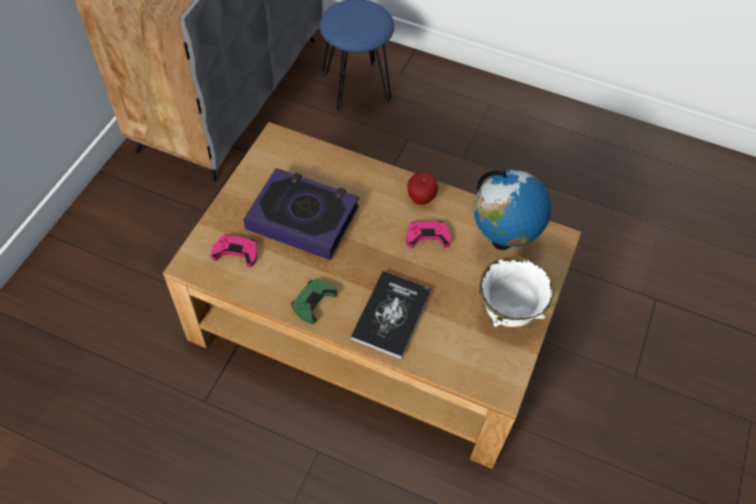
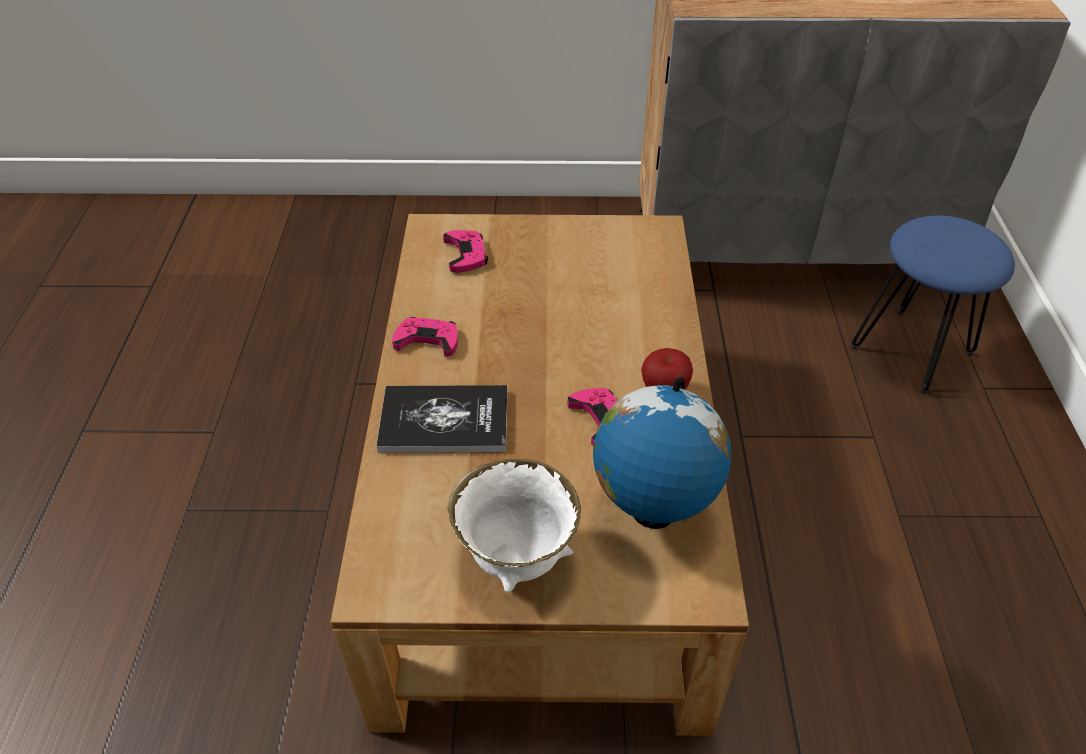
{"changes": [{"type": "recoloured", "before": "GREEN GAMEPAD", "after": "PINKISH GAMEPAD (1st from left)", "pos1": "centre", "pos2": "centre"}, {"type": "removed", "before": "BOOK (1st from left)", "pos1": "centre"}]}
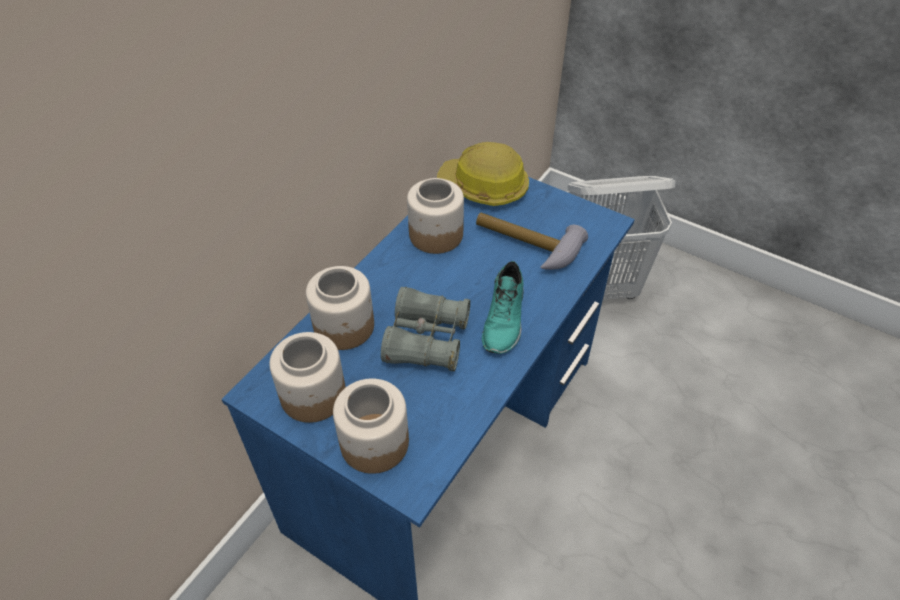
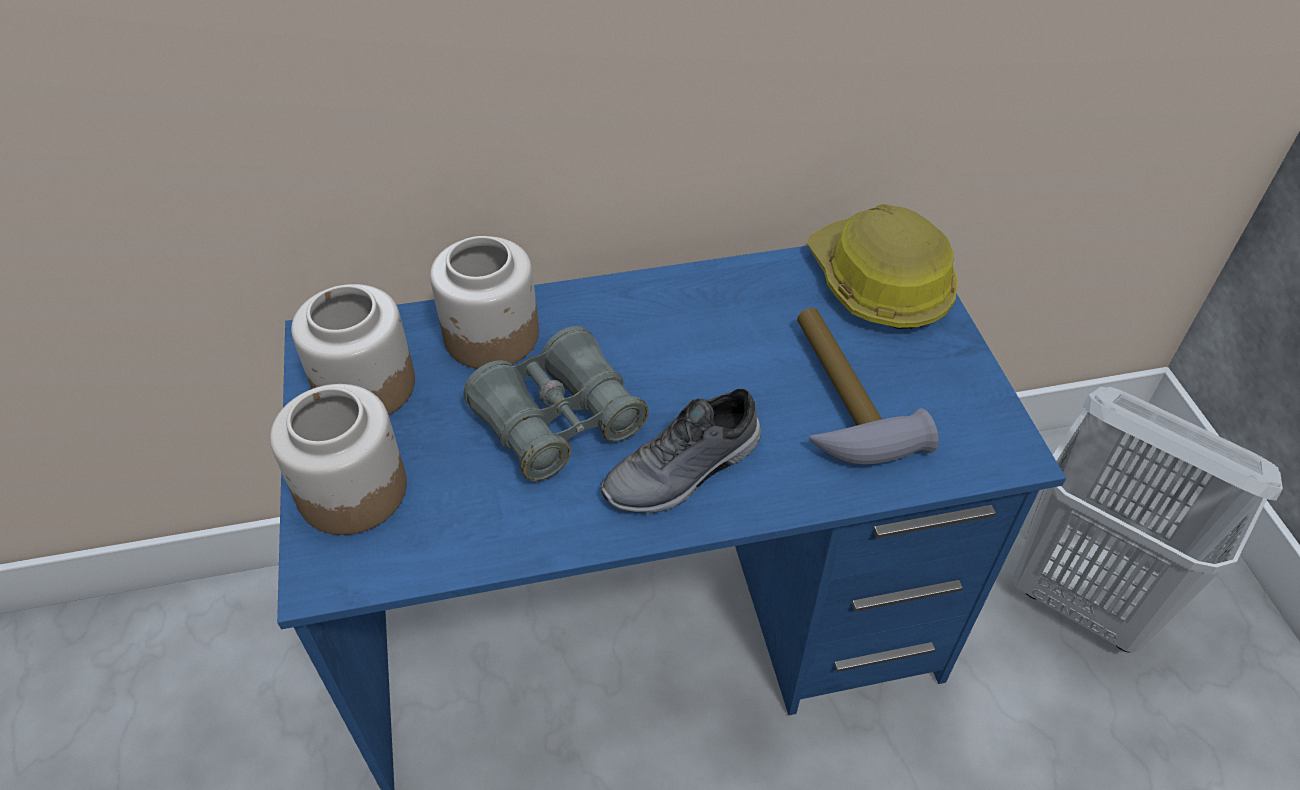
{"changes": [{"type": "recoloured", "before": "TURQUOISE LOW SHOE", "after": "GREY LOW SHOE", "pos1": "centre", "pos2": "centre"}, {"type": "removed", "before": "JAR (4th from left)", "pos1": "centre"}]}
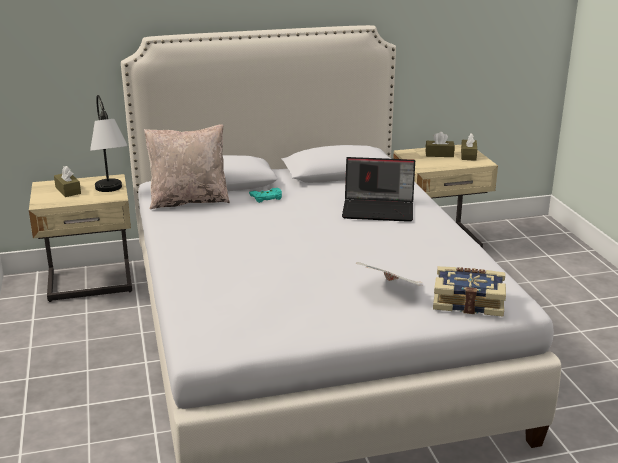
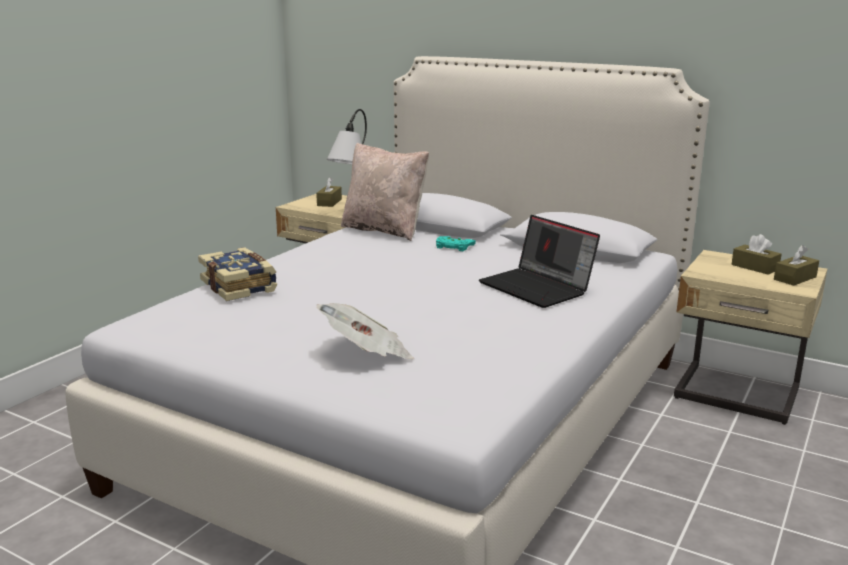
{"changes": [{"type": "moved", "before": "BOOK", "pos1": "middle right", "pos2": "middle left"}]}
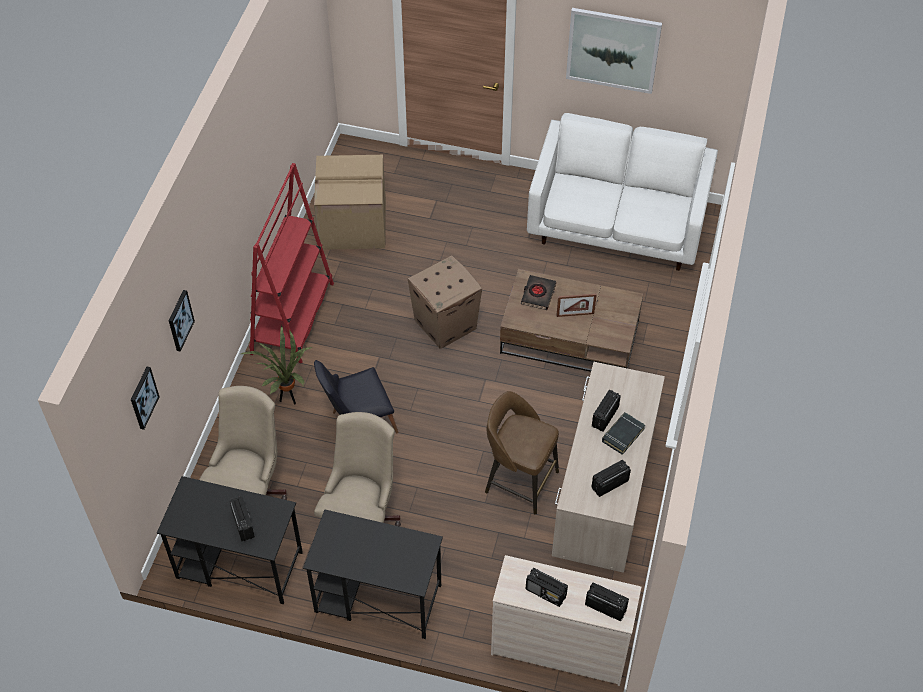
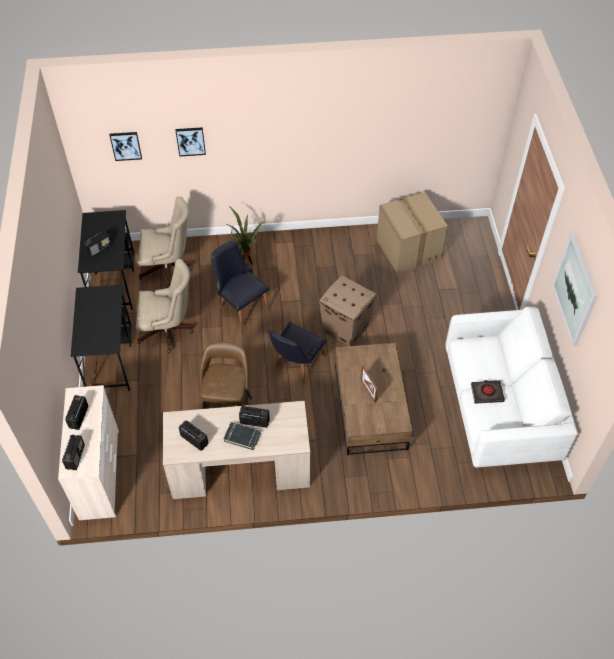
{"changes": [{"type": "added", "after": "BLACK CHAIR (2nd from left)", "pos2": "centre"}, {"type": "moved", "before": "BLACK BOOK (1st from left in the first image)", "after": "BLACK BOOK (2nd from left)", "pos1": "centre", "pos2": "middle right"}, {"type": "removed", "before": "RED-COLOURED BOOKSHELF", "pos1": "middle left"}]}
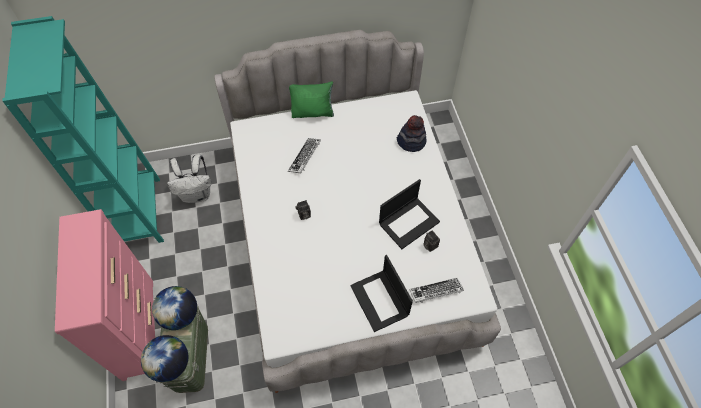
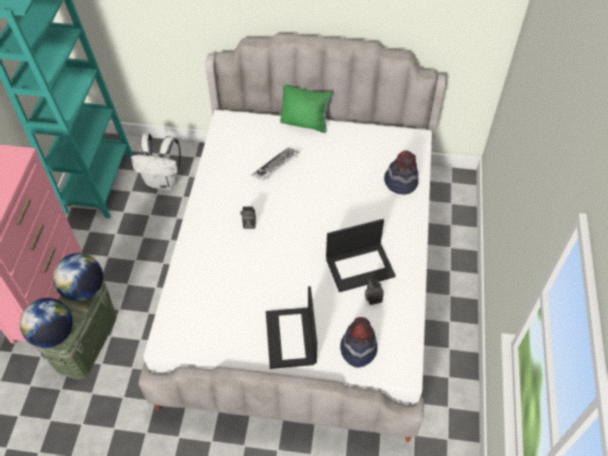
{"changes": [{"type": "replaced", "before": "KEYBOARD (2nd from left)", "after": "WEARABLE HAT (1st from left)", "pos1": "bottom centre", "pos2": "bottom centre"}]}
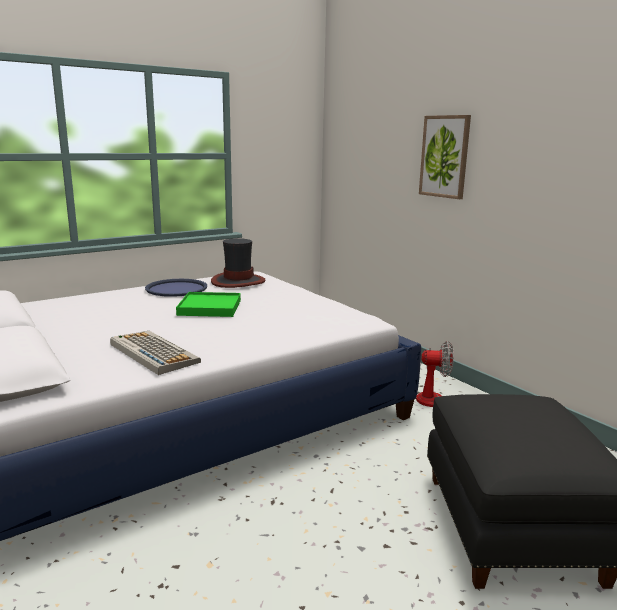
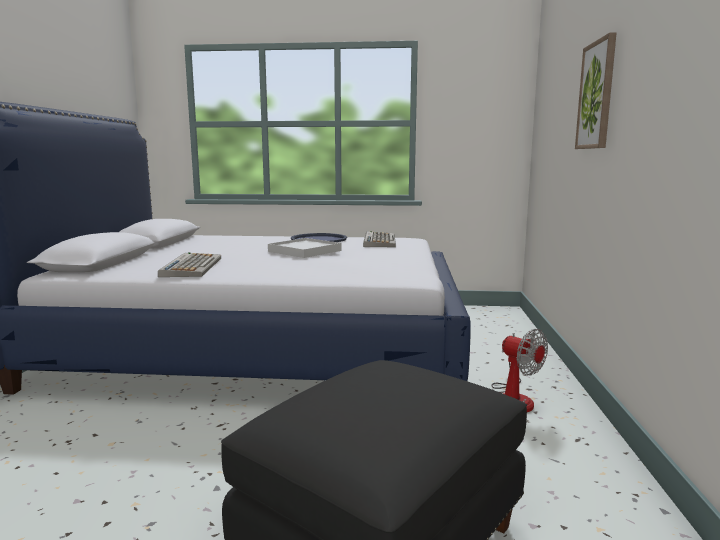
{"changes": [{"type": "recoloured", "before": "GREEN SERVING TRAY", "after": "WHITE-COLOURED SERVING TRAY", "pos1": "centre", "pos2": "centre"}, {"type": "replaced", "before": "WEARABLE HAT", "after": "KEYBOARD (2nd from left)", "pos1": "centre", "pos2": "centre"}]}
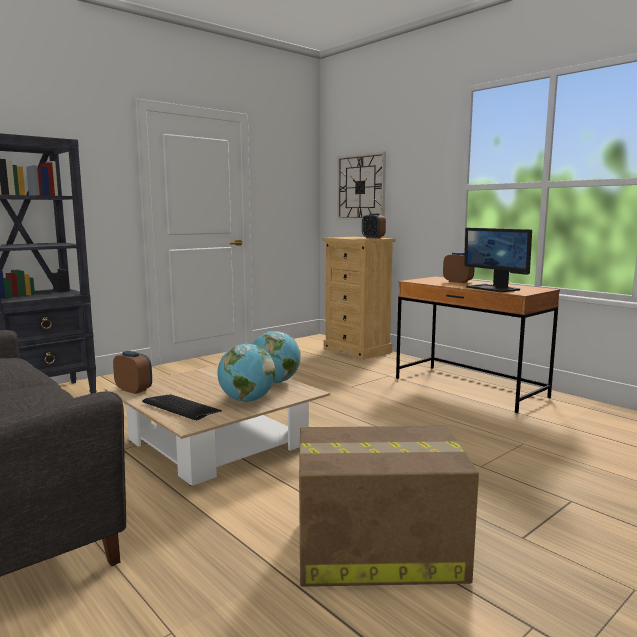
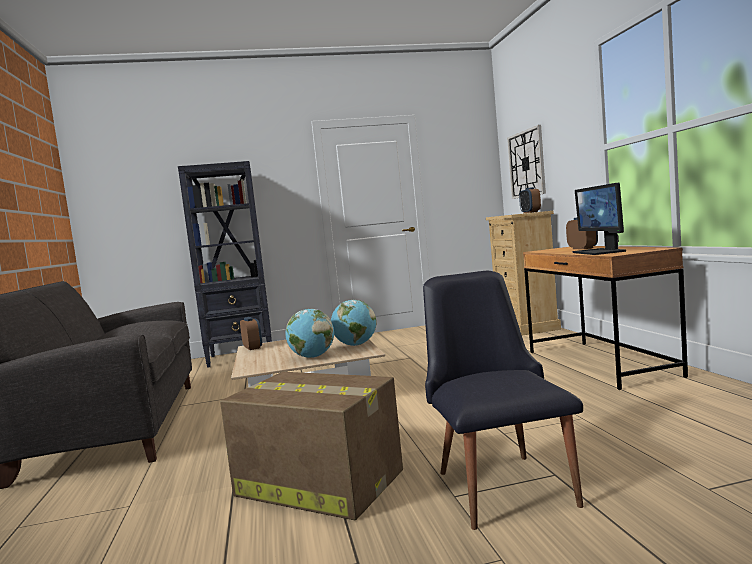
{"changes": [{"type": "added", "after": "BLACK CHAIR", "pos2": "bottom right"}, {"type": "removed", "before": "KEYBOARD", "pos1": "middle left"}]}
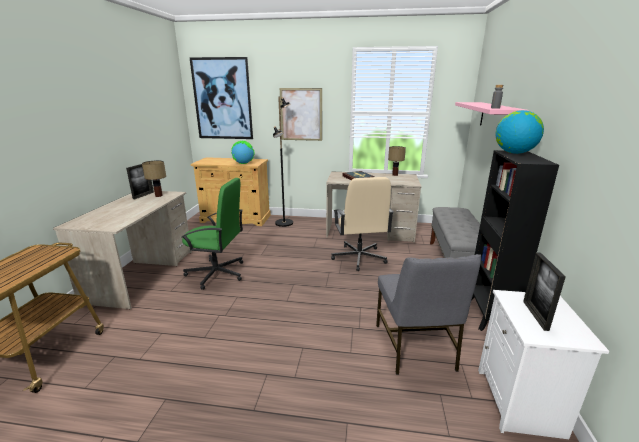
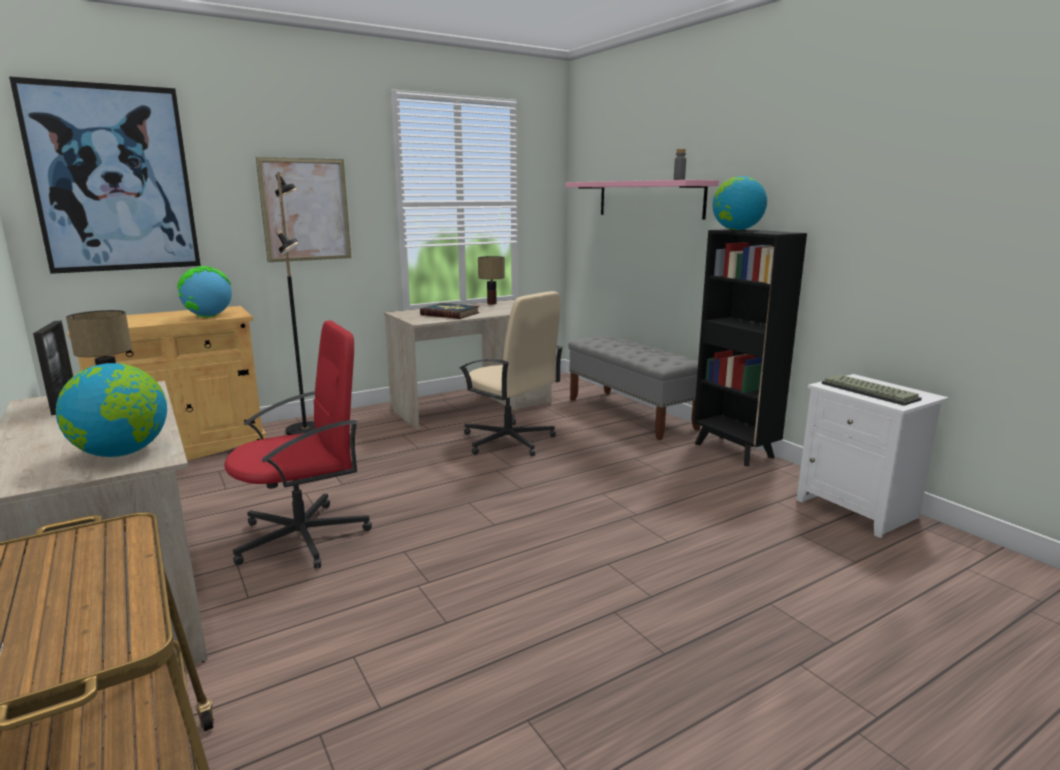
{"changes": [{"type": "added", "after": "GLOBE (1st from left)", "pos2": "middle left"}, {"type": "recoloured", "before": "GREEN DESK CHAIR", "after": "RED-COLOURED DESK CHAIR", "pos1": "middle left", "pos2": "middle left"}, {"type": "replaced", "before": "PICTURE FRAME (2nd from left)", "after": "KEYBOARD", "pos1": "middle right", "pos2": "middle right"}, {"type": "removed", "before": "GREY CHAIR", "pos1": "bottom right"}]}
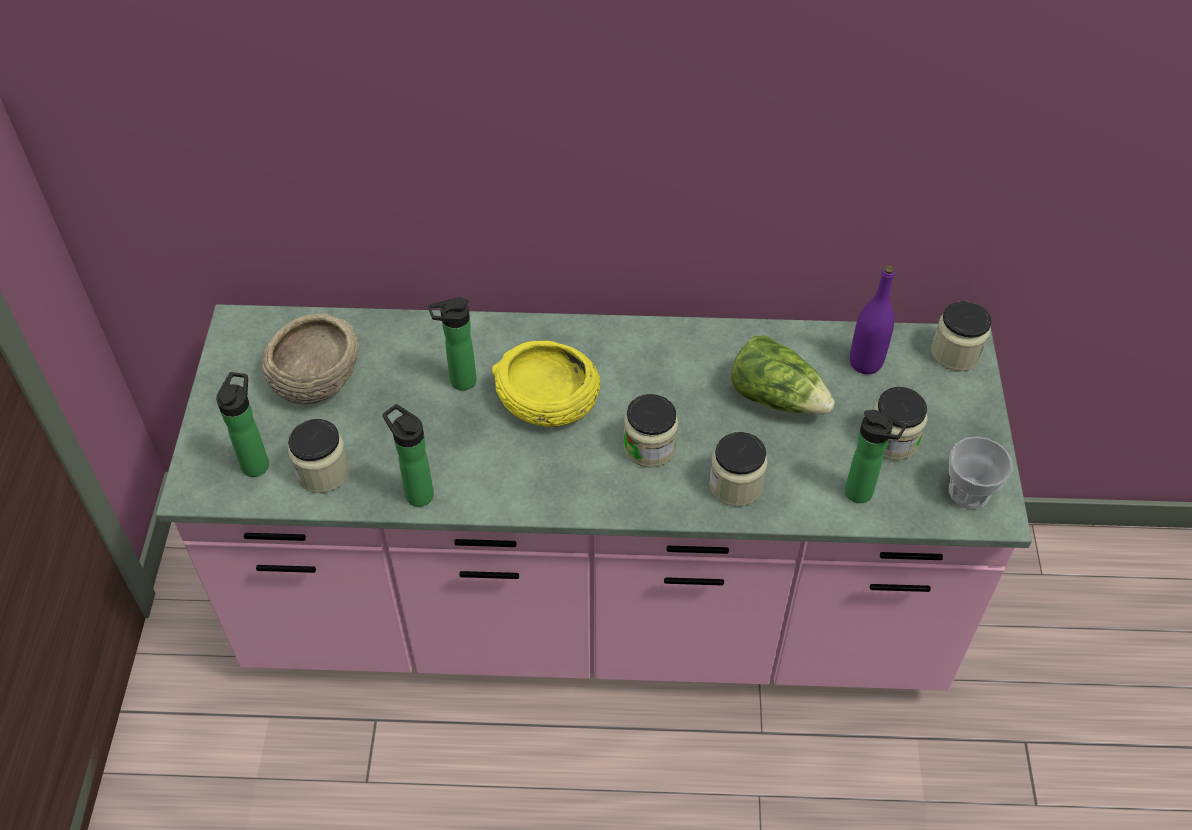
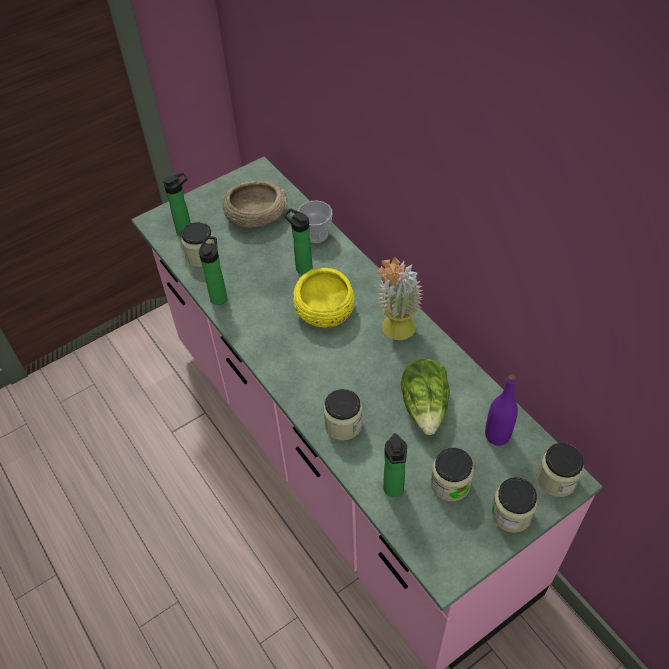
{"changes": [{"type": "moved", "before": "SMALL CUP", "pos1": "middle right", "pos2": "top centre"}, {"type": "added", "after": "HOUSEPLANT", "pos2": "centre"}, {"type": "moved", "before": "JAR (2nd from left in the first image)", "after": "JAR (4th from left)", "pos1": "centre", "pos2": "bottom right"}]}
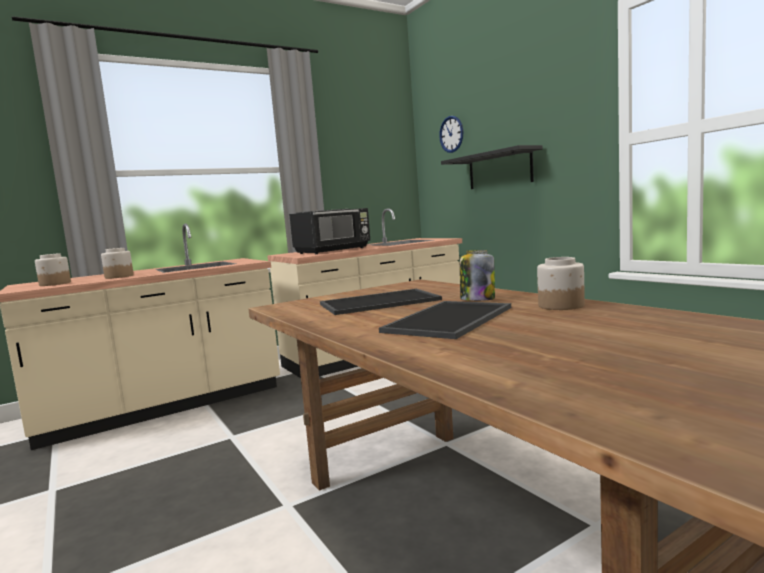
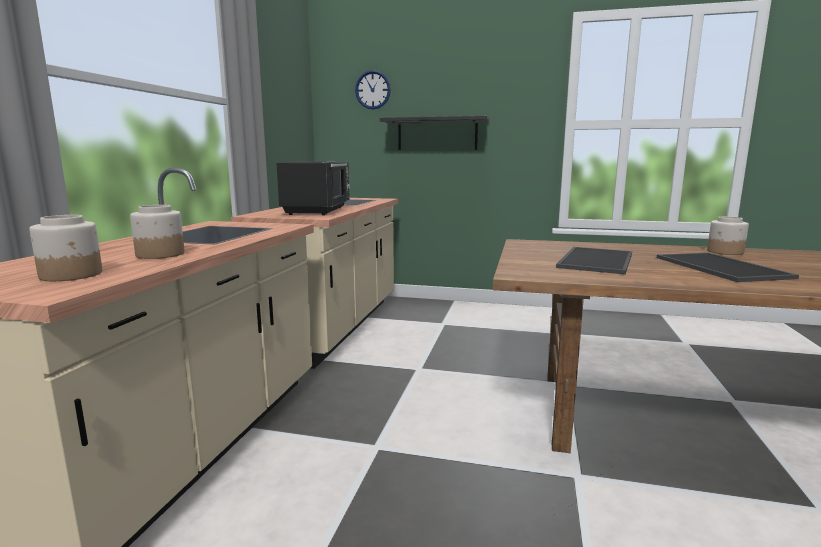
{"changes": [{"type": "removed", "before": "JAR (3rd from left)", "pos1": "centre"}]}
